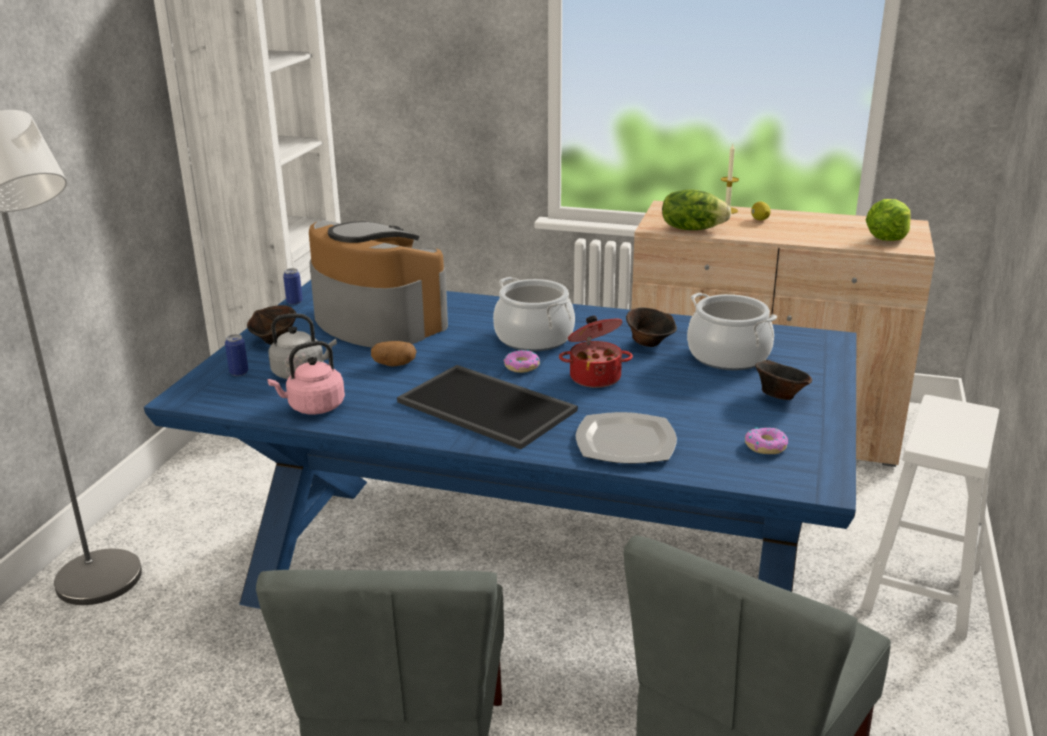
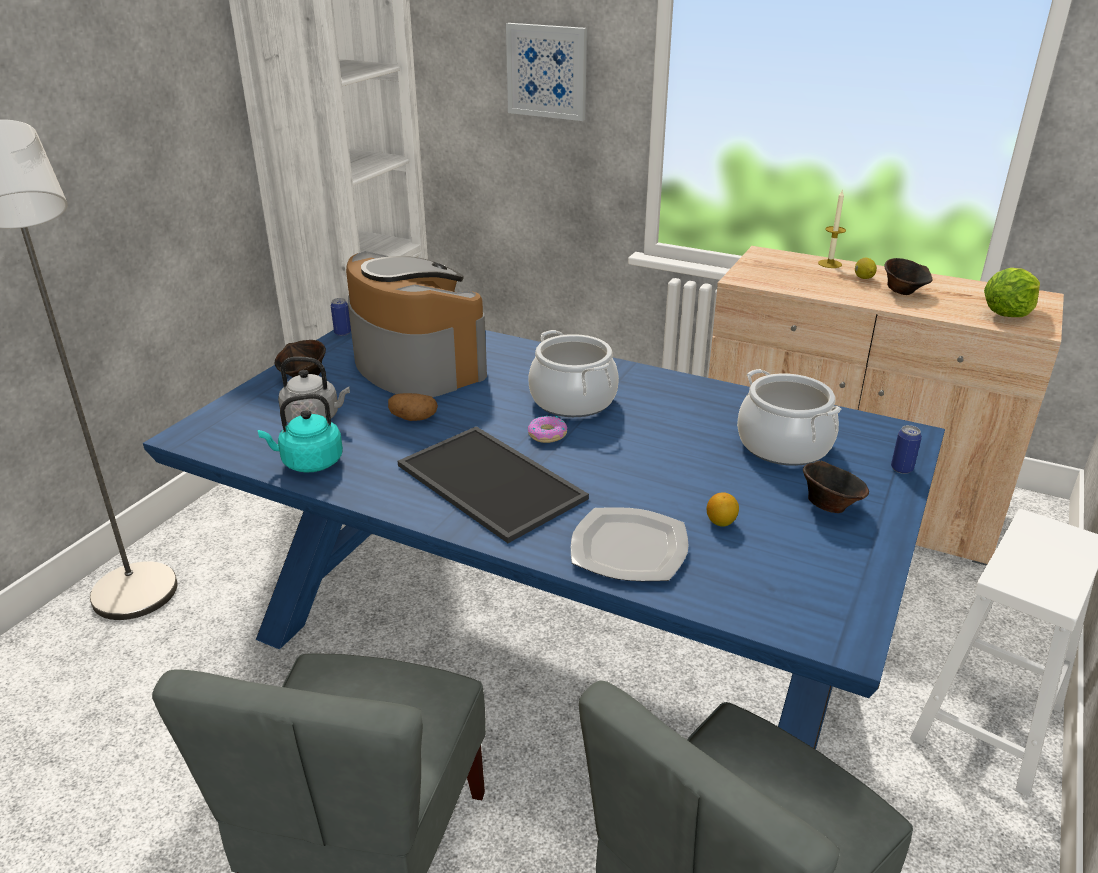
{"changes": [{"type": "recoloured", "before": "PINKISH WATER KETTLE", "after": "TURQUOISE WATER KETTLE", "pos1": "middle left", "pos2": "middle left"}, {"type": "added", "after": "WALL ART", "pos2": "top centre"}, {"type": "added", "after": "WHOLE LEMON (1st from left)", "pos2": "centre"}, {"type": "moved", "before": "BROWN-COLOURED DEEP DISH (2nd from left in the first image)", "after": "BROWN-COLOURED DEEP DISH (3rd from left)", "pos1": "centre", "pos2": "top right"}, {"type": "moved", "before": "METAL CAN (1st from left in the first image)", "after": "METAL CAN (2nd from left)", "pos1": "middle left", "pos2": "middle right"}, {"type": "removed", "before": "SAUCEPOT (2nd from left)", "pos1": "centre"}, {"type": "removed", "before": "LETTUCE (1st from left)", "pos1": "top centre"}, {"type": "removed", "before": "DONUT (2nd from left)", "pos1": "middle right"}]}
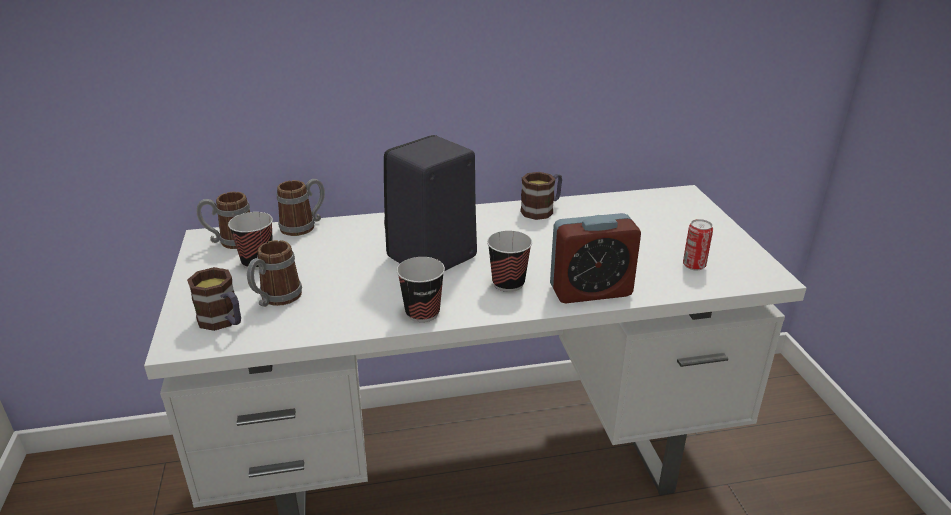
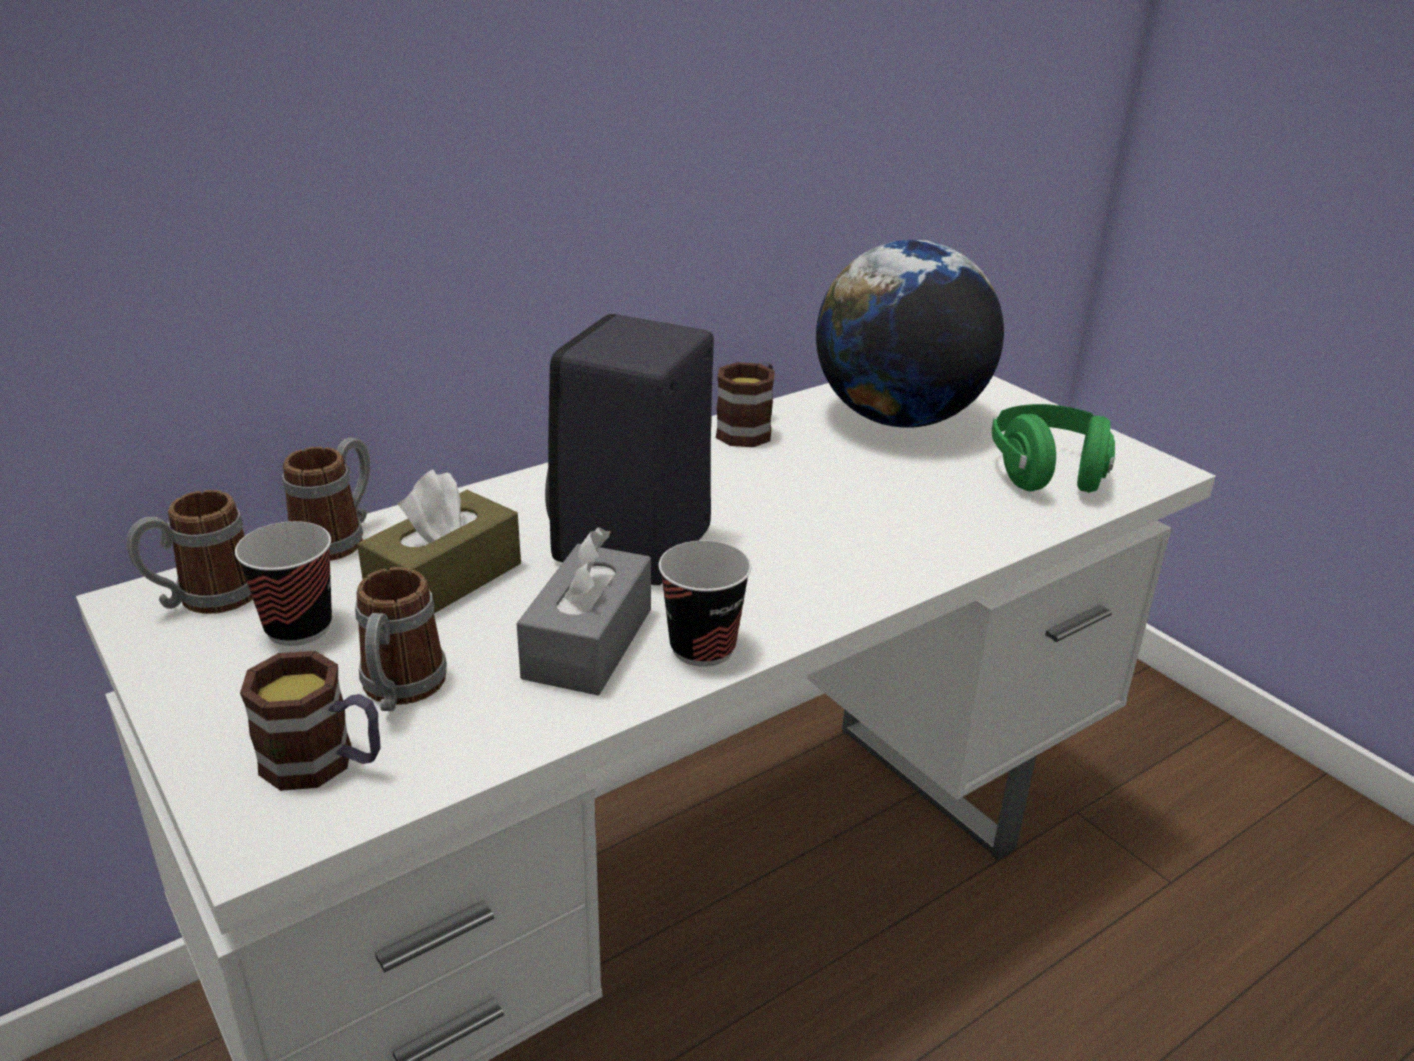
{"changes": [{"type": "added", "after": "BROWN-COLOURED TISSUE HOLDER", "pos2": "middle left"}, {"type": "added", "after": "GREY TISSUE HOLDER", "pos2": "centre"}, {"type": "added", "after": "GLOBE", "pos2": "top centre"}, {"type": "replaced", "before": "METAL CAN", "after": "GREEN PAIR OF HEADPHONES", "pos1": "middle right", "pos2": "middle right"}, {"type": "removed", "before": "SMALL CUP (3rd from left)", "pos1": "centre"}, {"type": "removed", "before": "ALARM CLOCK", "pos1": "centre"}]}
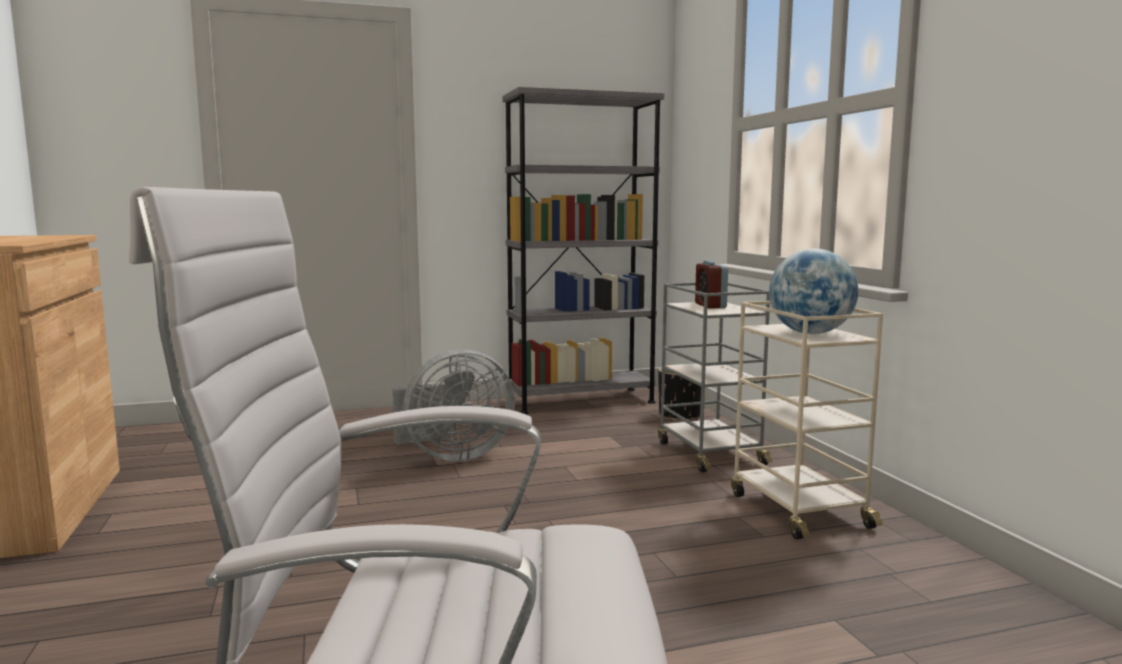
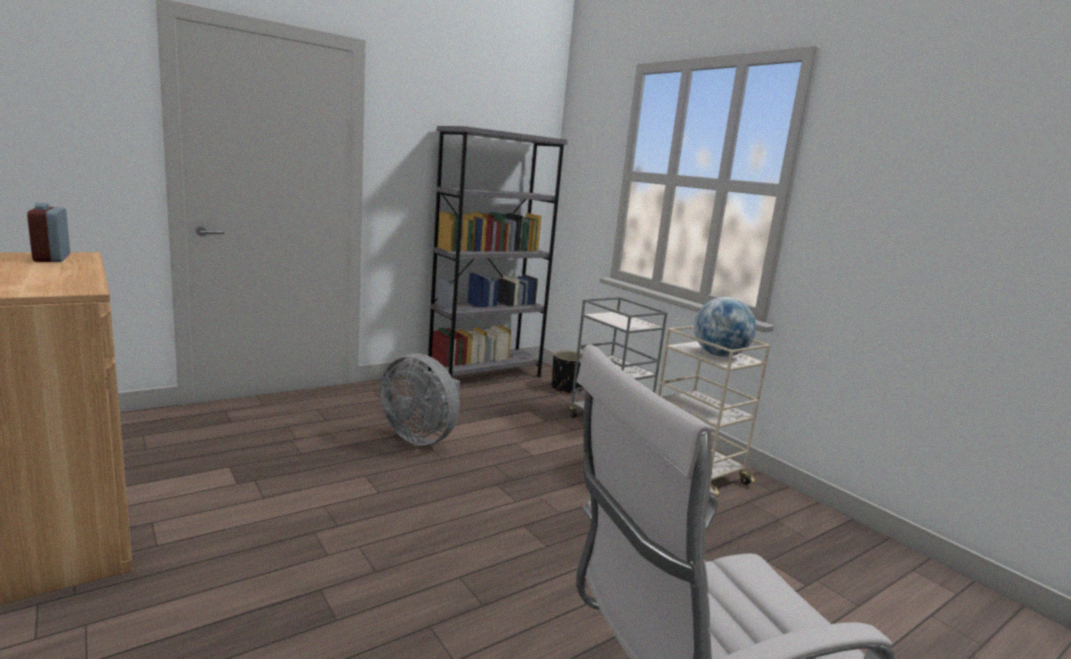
{"changes": [{"type": "moved", "before": "ALARM CLOCK", "pos1": "centre", "pos2": "middle left"}, {"type": "turned", "before": "GREY ELECTRIC FAN", "pos1": "centre", "pos2": "centre", "turn": 75}]}
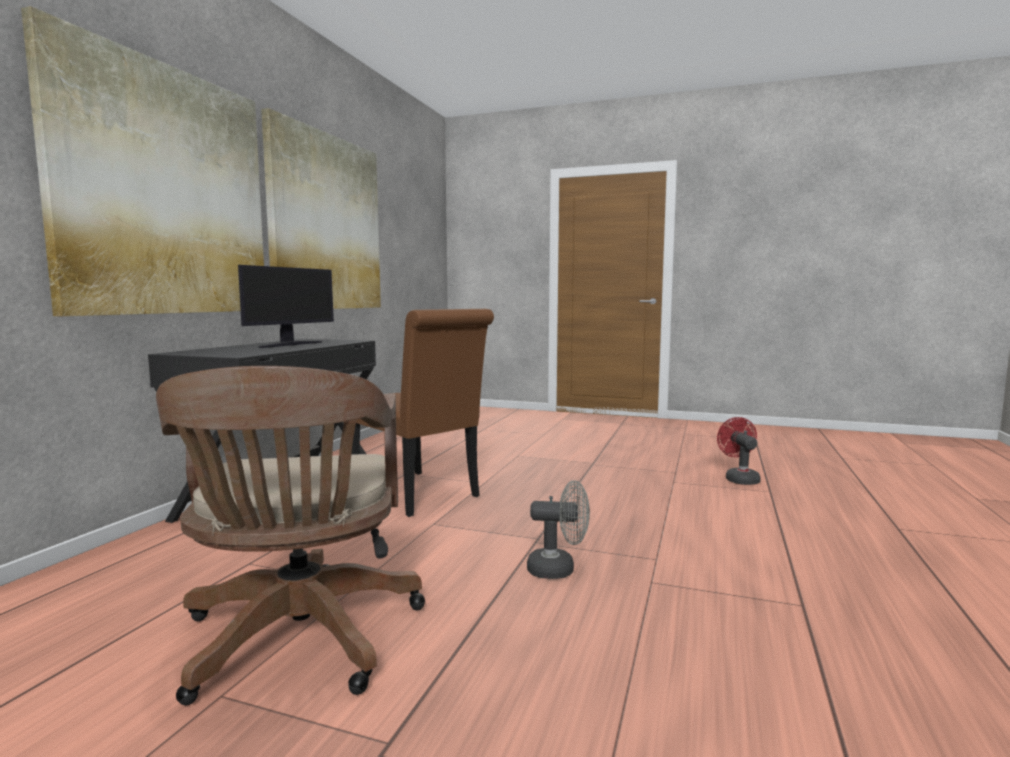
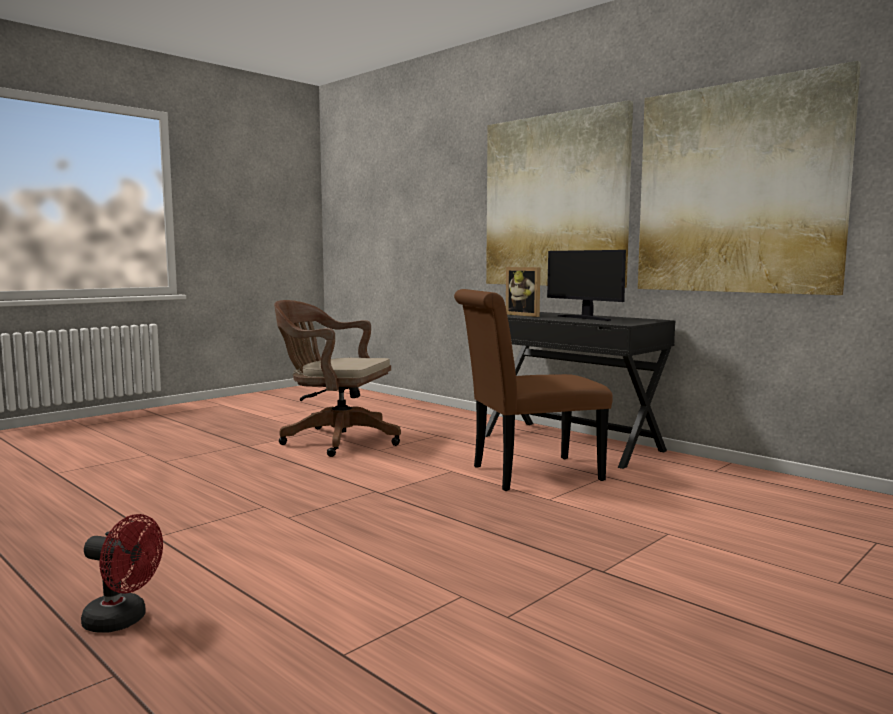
{"changes": [{"type": "moved", "before": "RED-COLOURED ELECTRIC FAN", "pos1": "middle right", "pos2": "bottom left"}, {"type": "added", "after": "PICTURE FRAME", "pos2": "centre"}, {"type": "removed", "before": "GREY ELECTRIC FAN", "pos1": "bottom centre"}]}
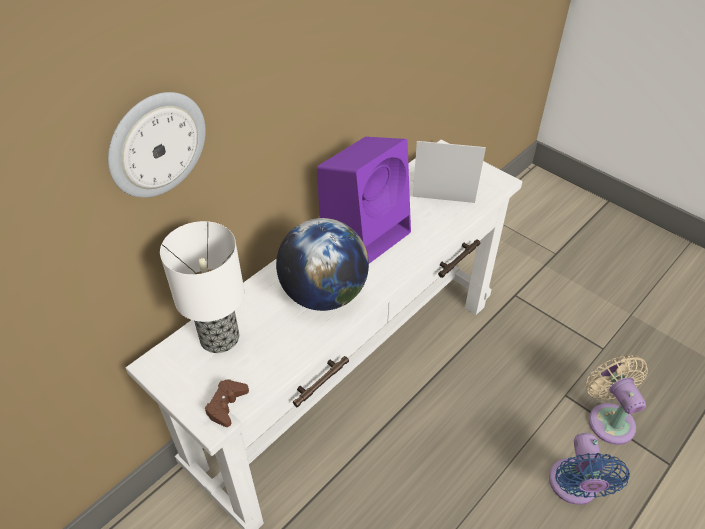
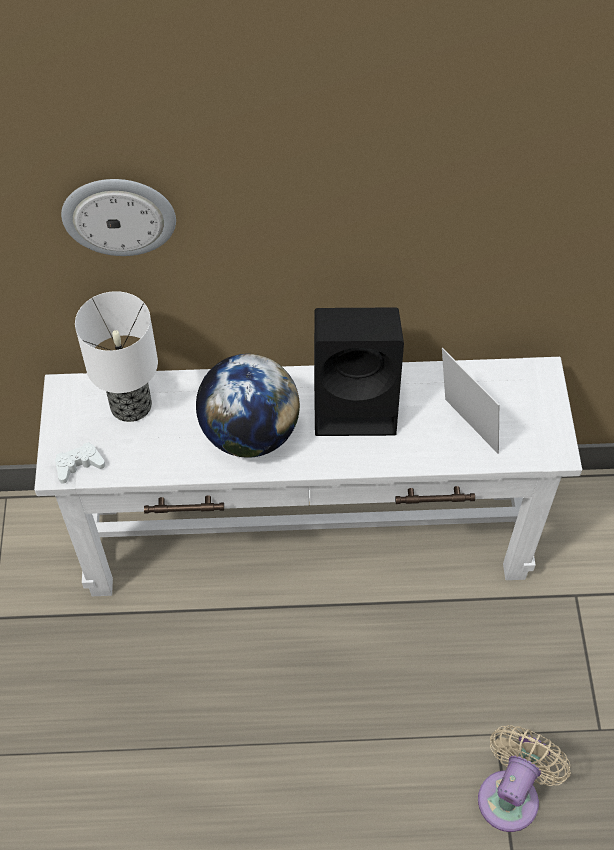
{"changes": [{"type": "recoloured", "before": "BROWN-COLOURED GAMEPAD", "after": "WHITE-COLOURED GAMEPAD", "pos1": "bottom left", "pos2": "middle left"}, {"type": "recoloured", "before": "PURPLE SPEAKER", "after": "BLACK SPEAKER", "pos1": "centre", "pos2": "centre"}, {"type": "removed", "before": "BLUE ELECTRIC FAN", "pos1": "bottom right"}]}
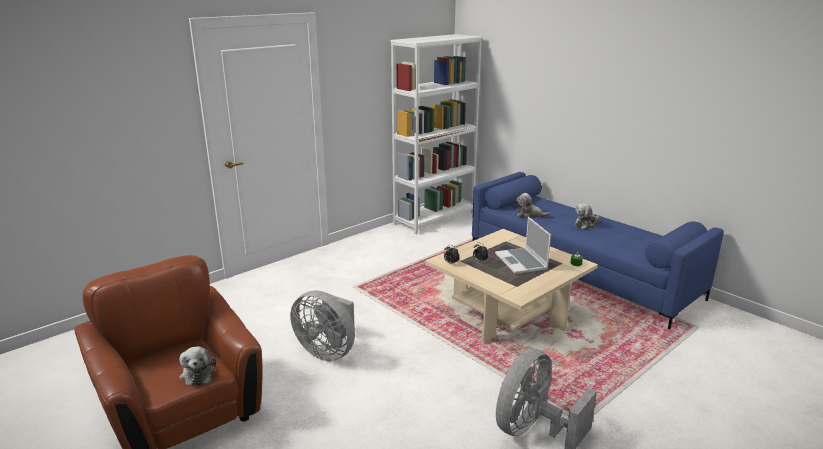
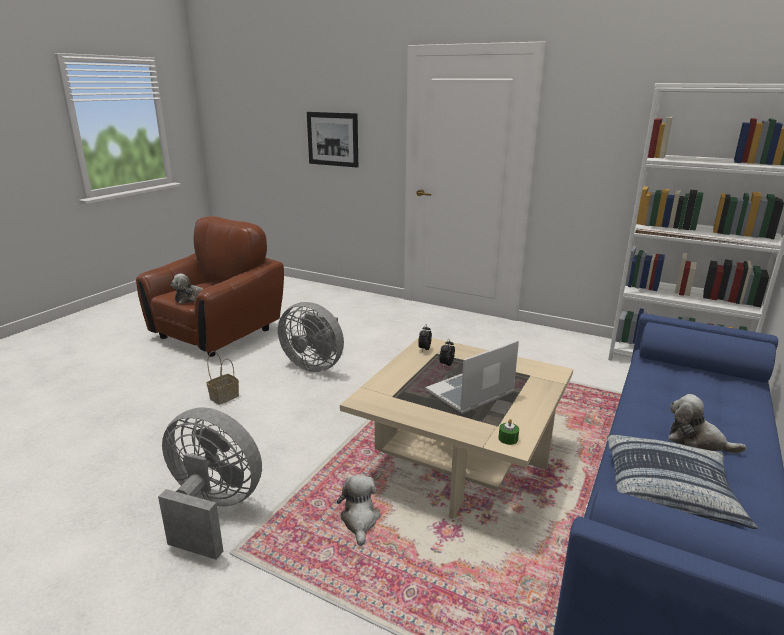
{"changes": [{"type": "added", "after": "HOUSEHOLD BASKET", "pos2": "middle left"}, {"type": "turned", "before": "GREY ELECTRIC FAN (1st from left in the first image)", "pos1": "bottom centre", "pos2": "centre", "turn": -75}, {"type": "added", "after": "WALL ART", "pos2": "top centre"}, {"type": "moved", "before": "SOFT TOY (2nd from left)", "pos1": "centre", "pos2": "bottom centre"}, {"type": "added", "after": "PILLOW", "pos2": "bottom right"}]}
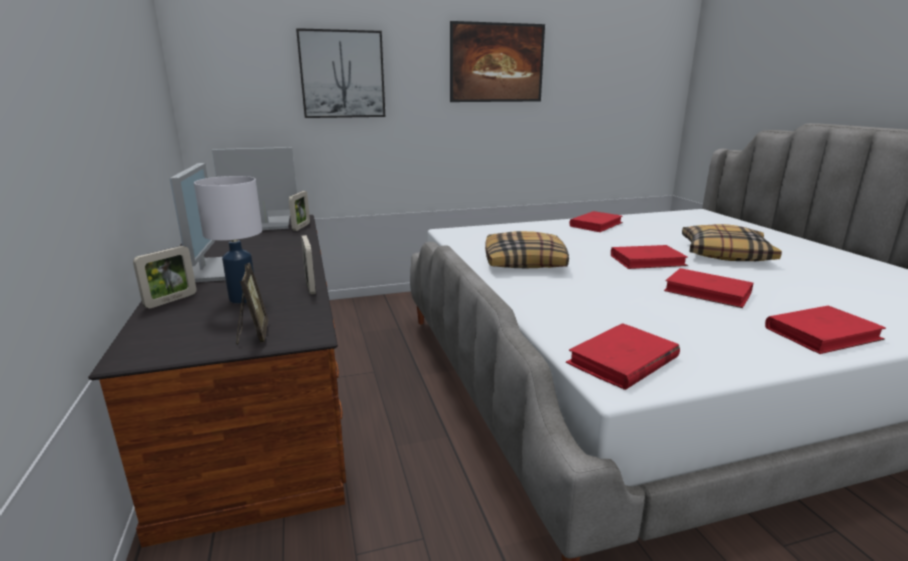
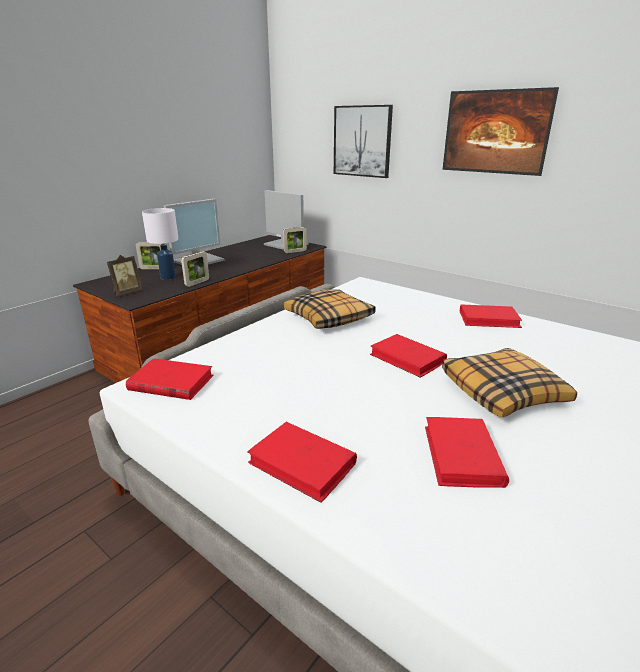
{"changes": [{"type": "moved", "before": "RED-COLOURED BOOK (4th from left)", "pos1": "middle right", "pos2": "bottom right"}]}
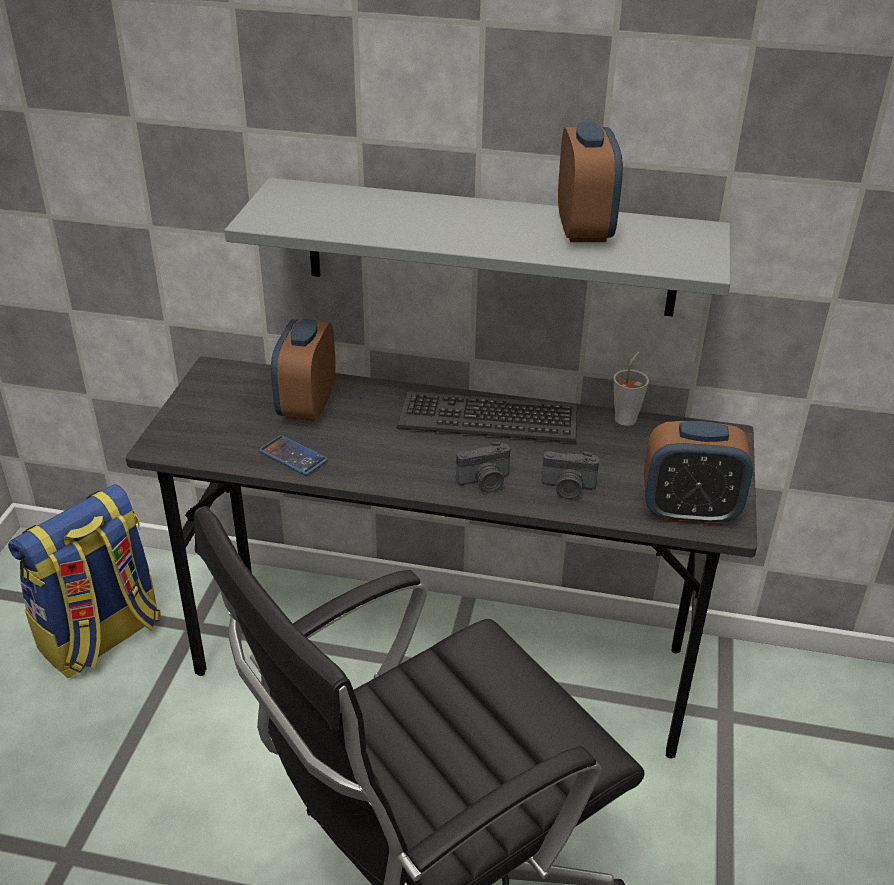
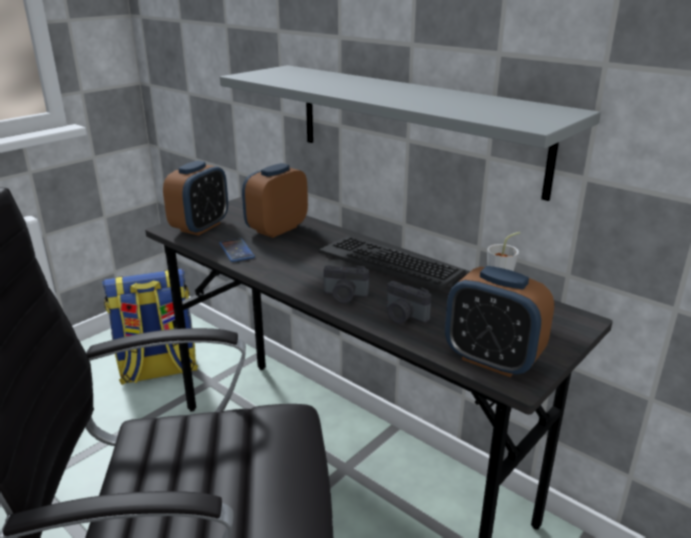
{"changes": [{"type": "moved", "before": "ALARM CLOCK (2nd from left in the first image)", "after": "ALARM CLOCK (1st from left)", "pos1": "top centre", "pos2": "middle left"}]}
